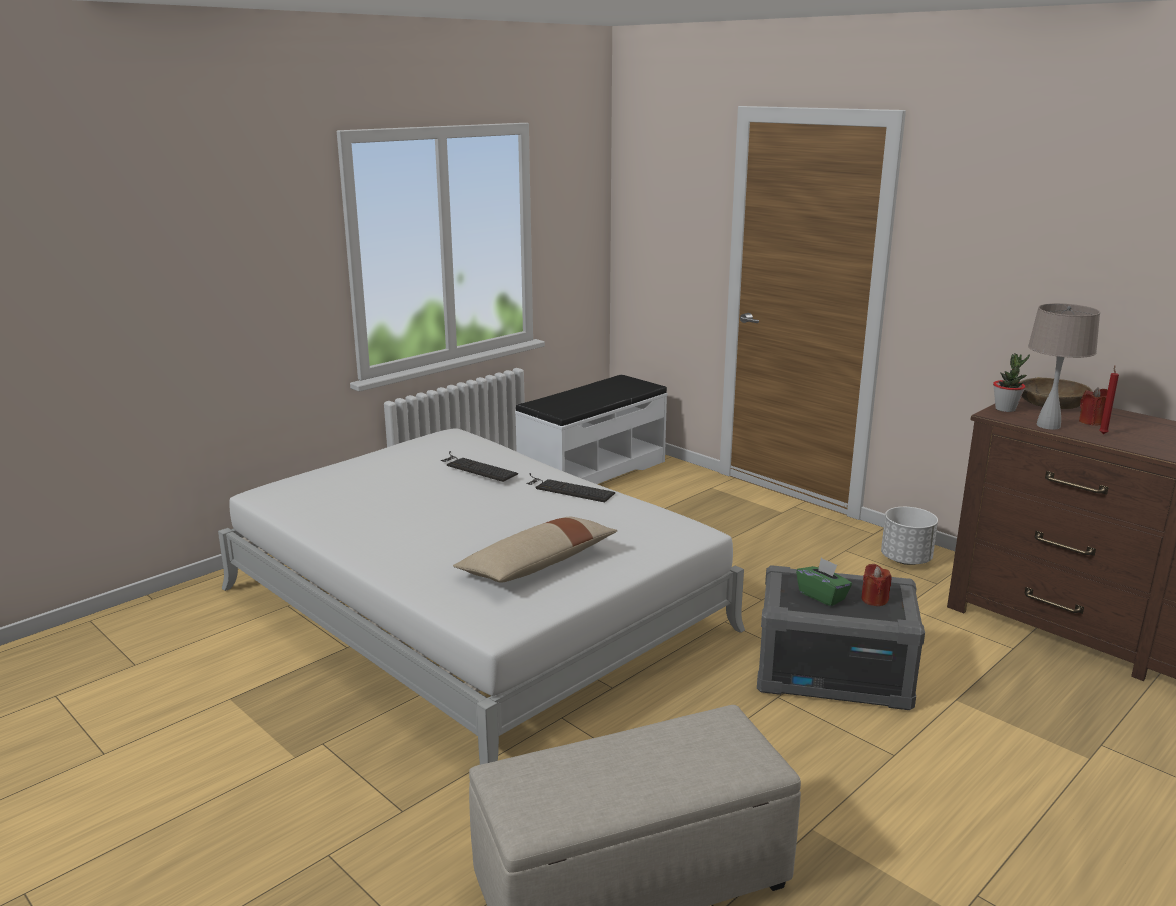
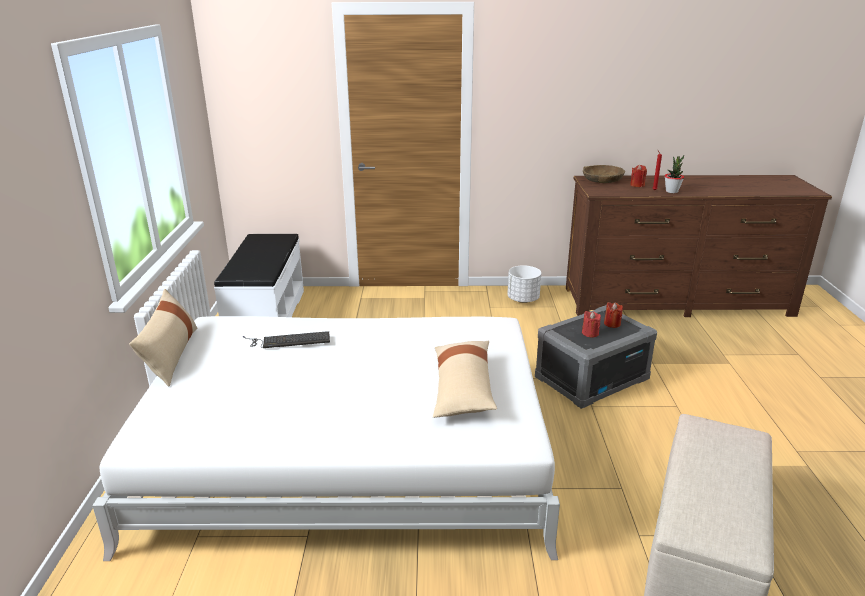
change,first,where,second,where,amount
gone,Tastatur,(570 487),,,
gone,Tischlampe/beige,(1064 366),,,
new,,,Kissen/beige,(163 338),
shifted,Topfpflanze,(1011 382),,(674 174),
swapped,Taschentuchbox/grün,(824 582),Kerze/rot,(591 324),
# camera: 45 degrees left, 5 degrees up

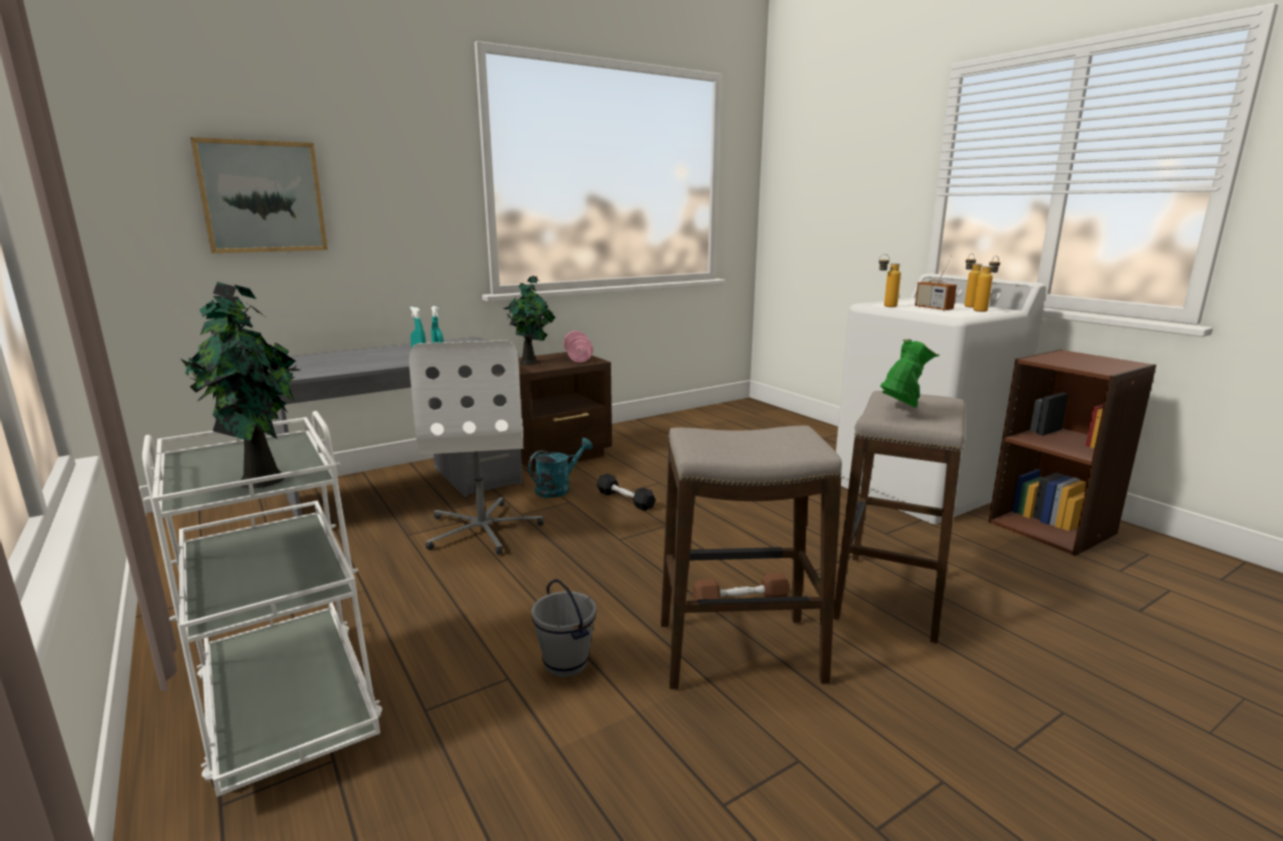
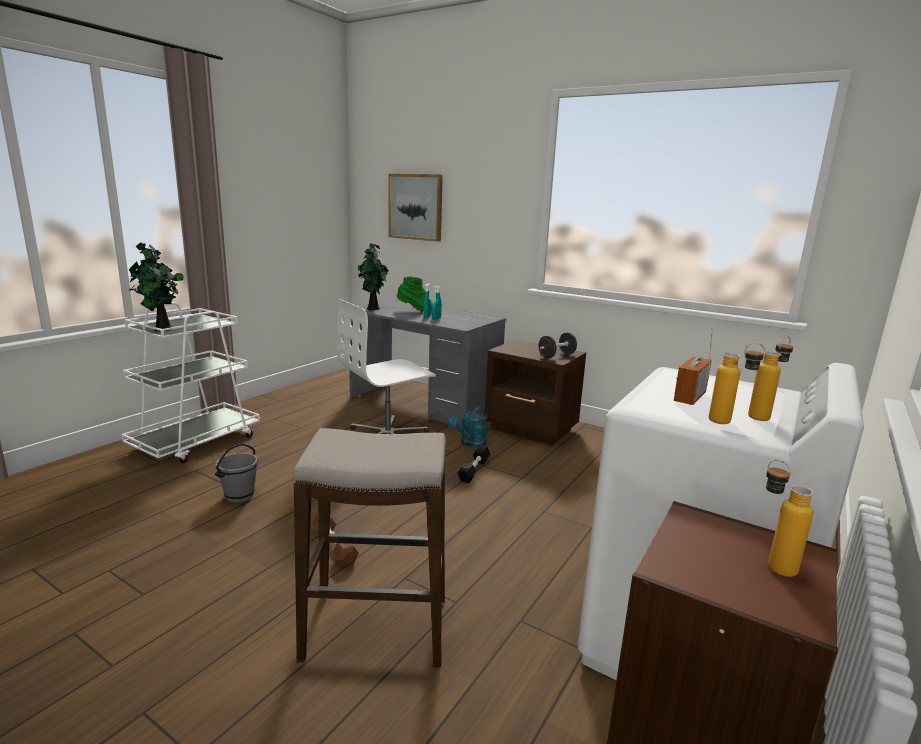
change,first,where,second,where,amount
gone,Hocker,(751 557),,,
shifted,Topfpflanze,(529 320),,(373 276),
shifted,Flasche,(890 280),,(790 518),
shifted,Stiefel/grün,(909 373),,(415 293),
repainted,Hantel/rosa,(578 347),Hantel/schwarz,(558 345),
rotated,Gießkanne/türkis,(560 468),,(467 425),105 degrees clockwise
# camera: 65 degrees right, 0 degrees up

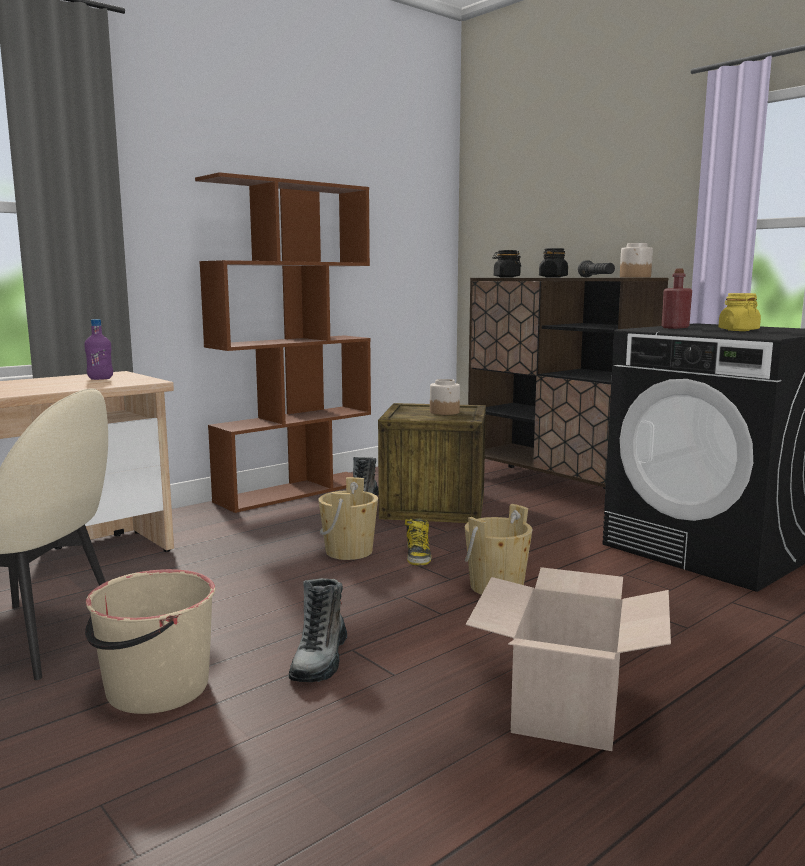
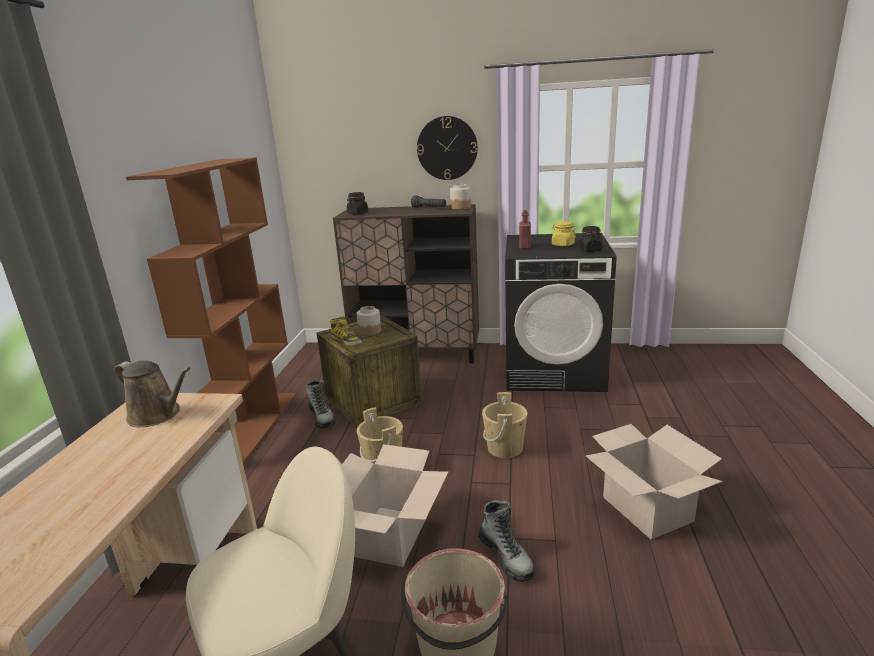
change,first,where,second,where,amount
new,,,Karton,(395 505),
new,,,Wanduhr,(447 148),
shifted,Stiefel,(418 542),,(346 331),
shifted,Vorratsglas/schwarz,(553 262),,(591 239),
swapped,Flasche/lila,(98 349),Gießkanne/braun,(152 394),
# camera: 40 degrees left, 10 degrees up

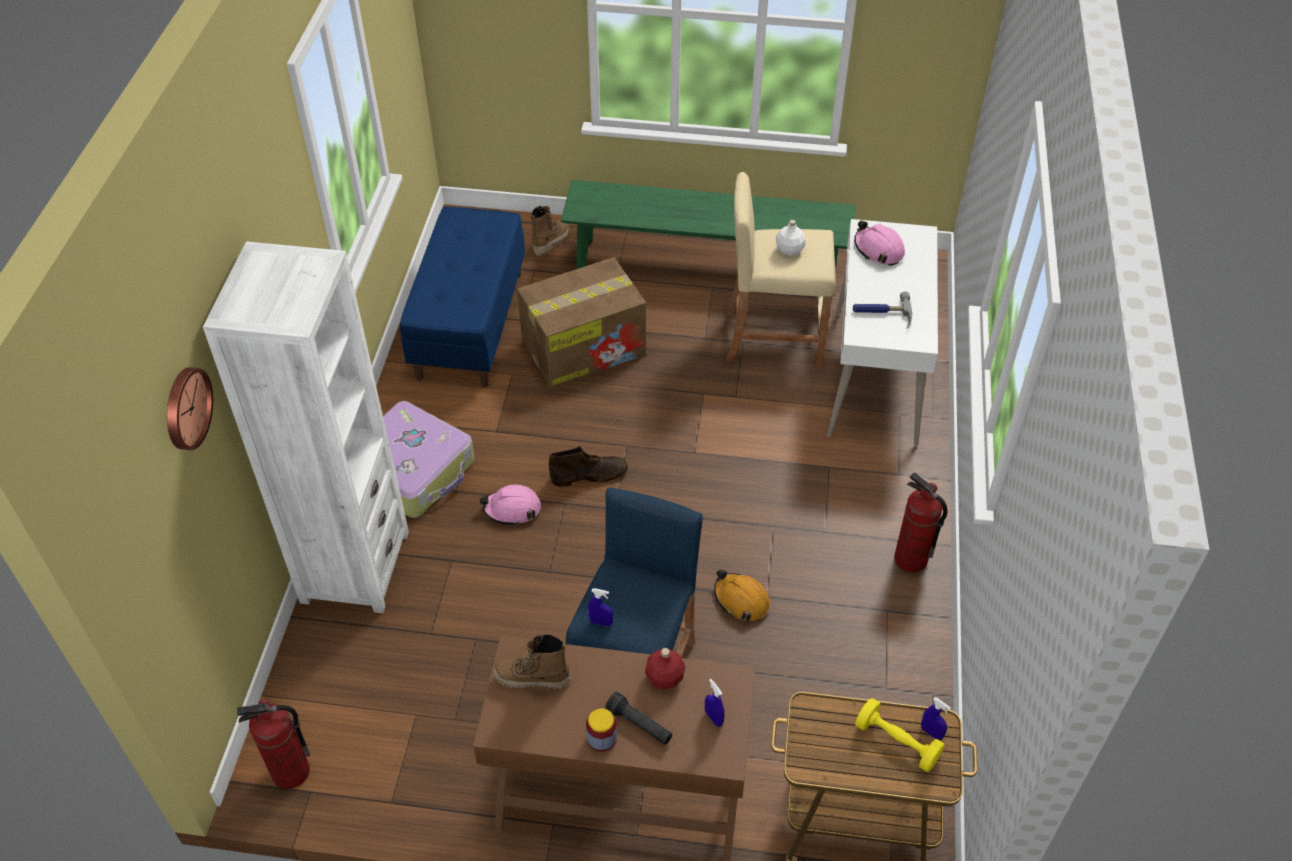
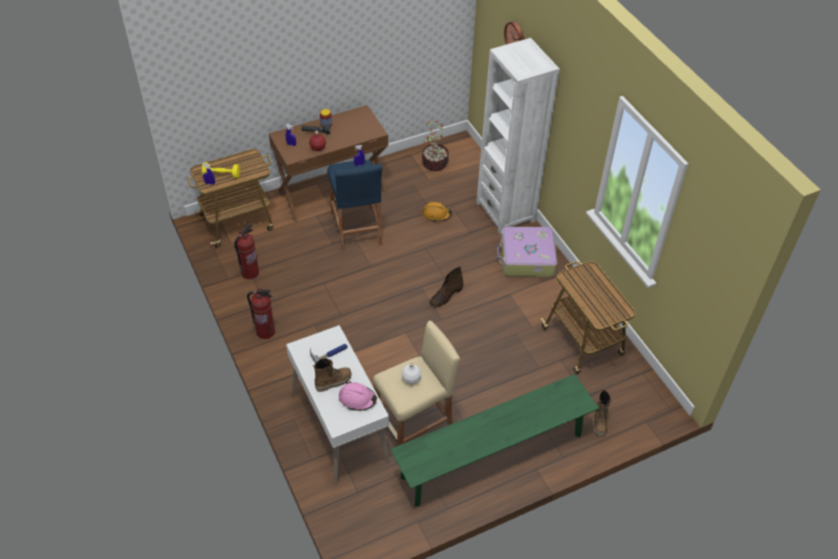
change,first,where,second,where,amount
gone,Schutzhelm/rosa,(510 505),,,
gone,Karton,(581 322),,,
new,,,Topfpflanze,(435 146),
shifted,Feuerlöscher,(273 744),,(246 251),
shifted,Stiefel,(532 661),,(332 375),
shifted,Schutzhelm/orange,(742 595),,(437 212),
swapped,Bank/blau,(462 297),Rollwagen,(588 317),
# camera: 145 degrees right, 0 degrees up

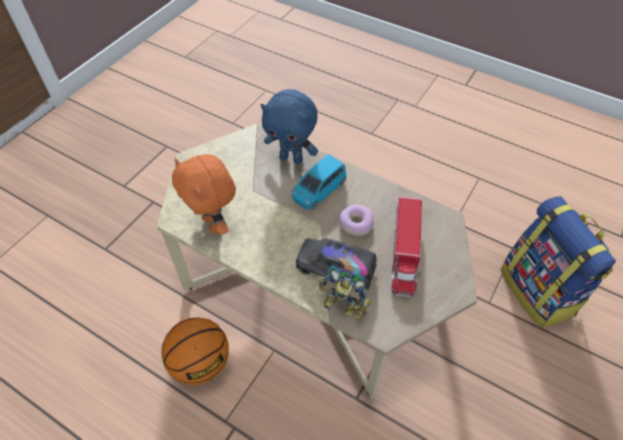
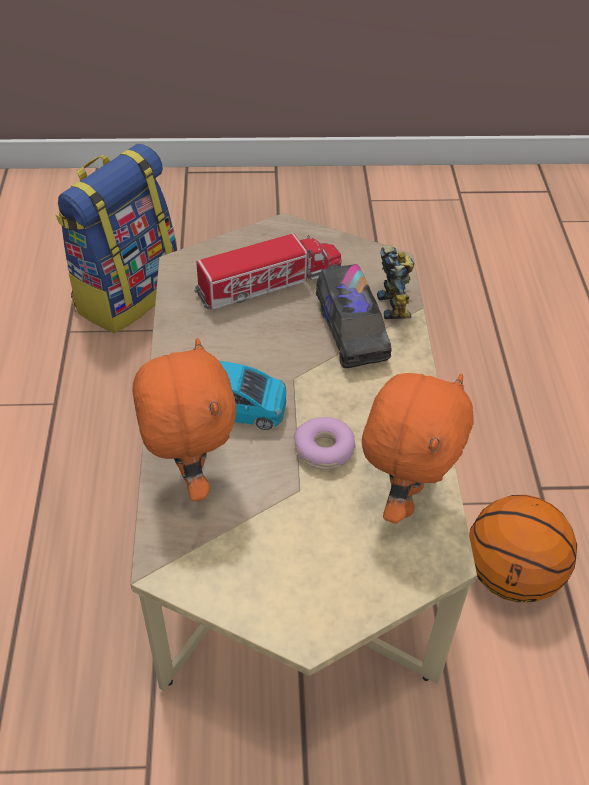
change,first,where,second,where,amount
shifted,Donut,(356 220),,(325 443),
repainted,Plüschtier/blau,(289 126),Plüschtier/orange,(184 419),
# camera: 125 degrees left, 5 degrees down

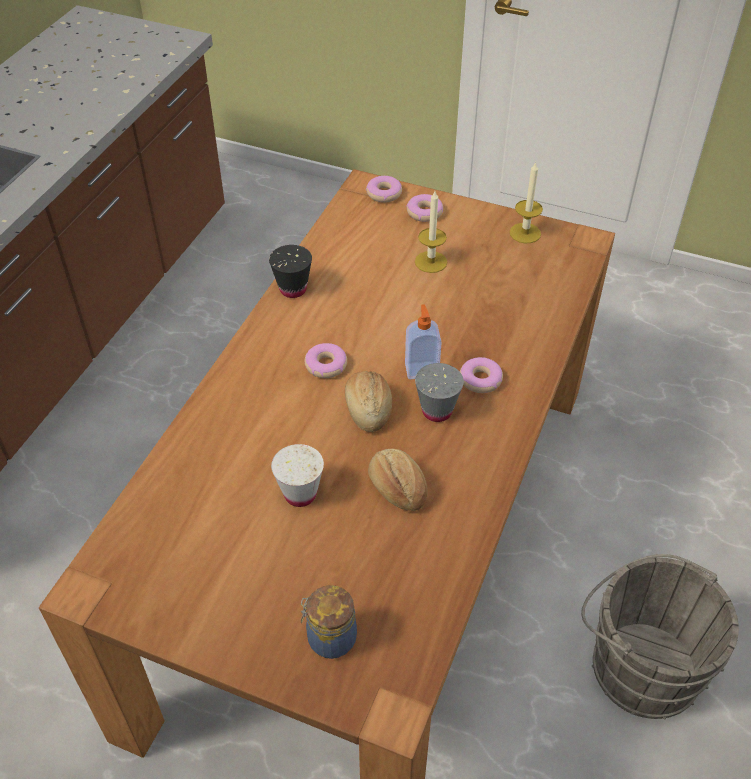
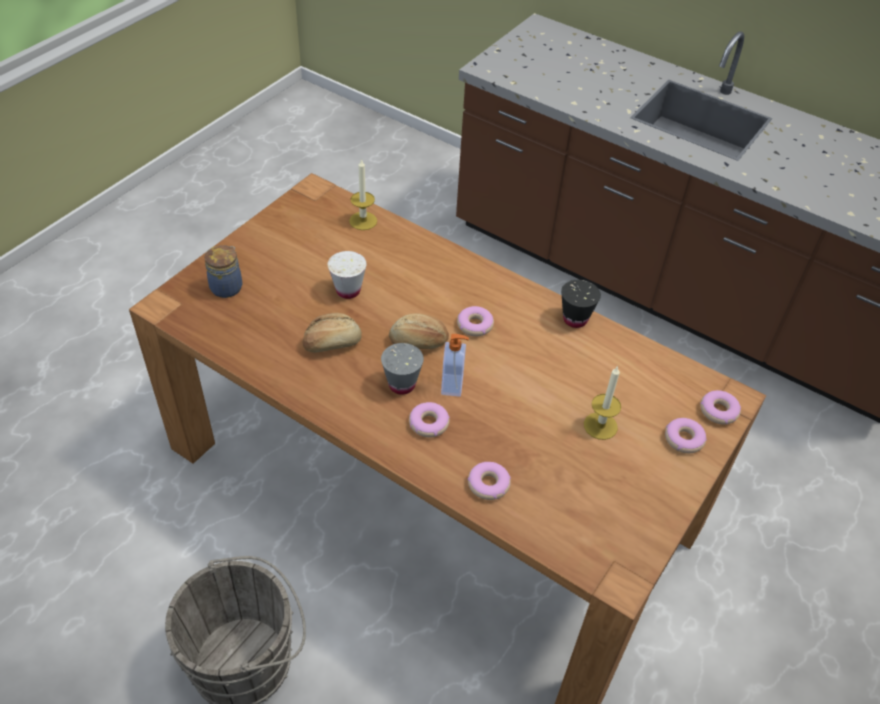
change,first,where,second,where,amount
new,,,Donut,(489 481),
shifted,Kerze,(526 202),,(363 194),
# camera: 100 degrees right, 0 degrees up

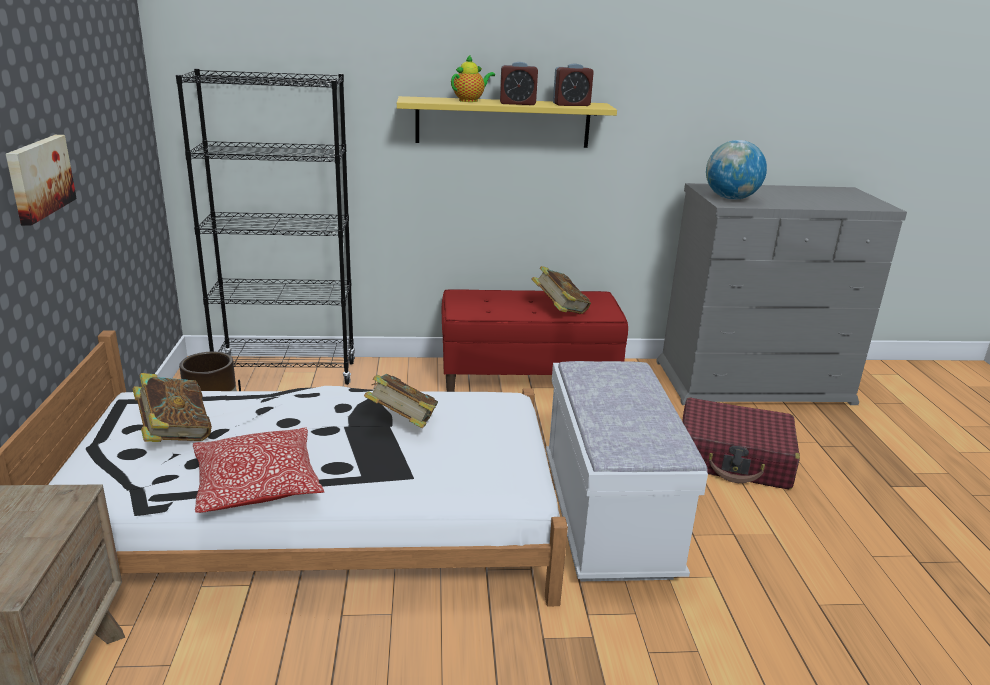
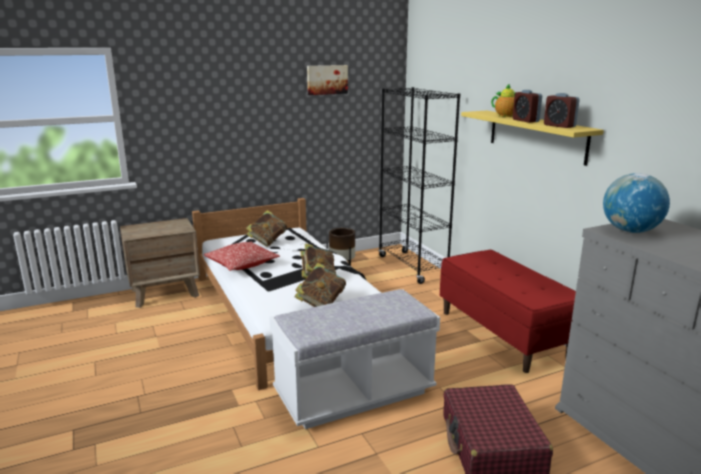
change,first,where,second,where,amount
shifted,Bild,(41 180),,(327 80),
shifted,Buch,(561 290),,(320 285),
# camera: 70 degrees right, 5 degrees down

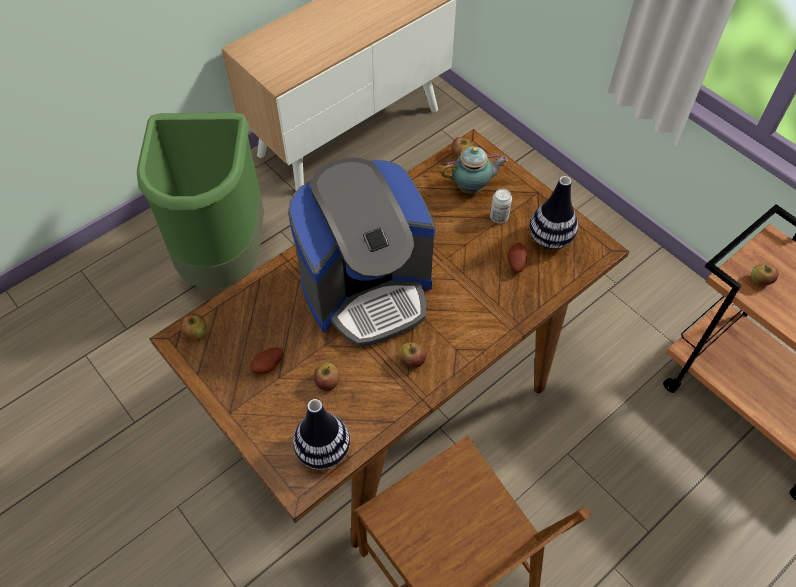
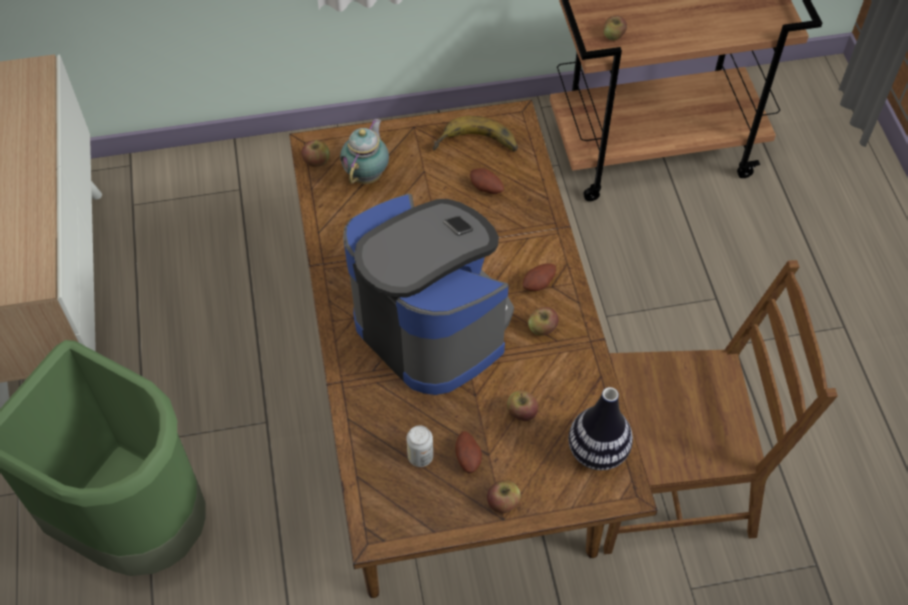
change,first,where,second,where,amount
new,,,Kartoffel,(539 277),
shifted,Apfel,(193 326),,(503 496),
shifted,Dose,(501 206),,(419 446),
swapped,Vase,(553 212),Banane,(475 134),
rotated,Kaffeemaschine,(362 252),,(428 294),45 degrees counterclockwise
# camera: 60 degrees left, 0 degrees up

